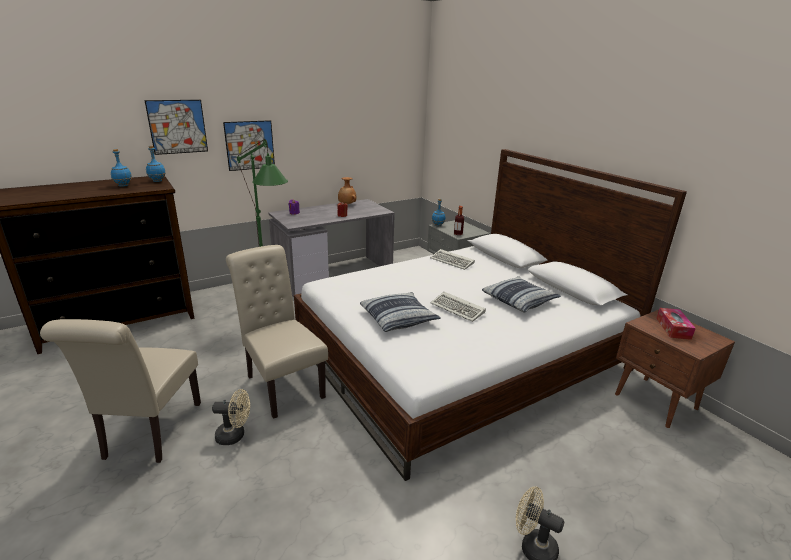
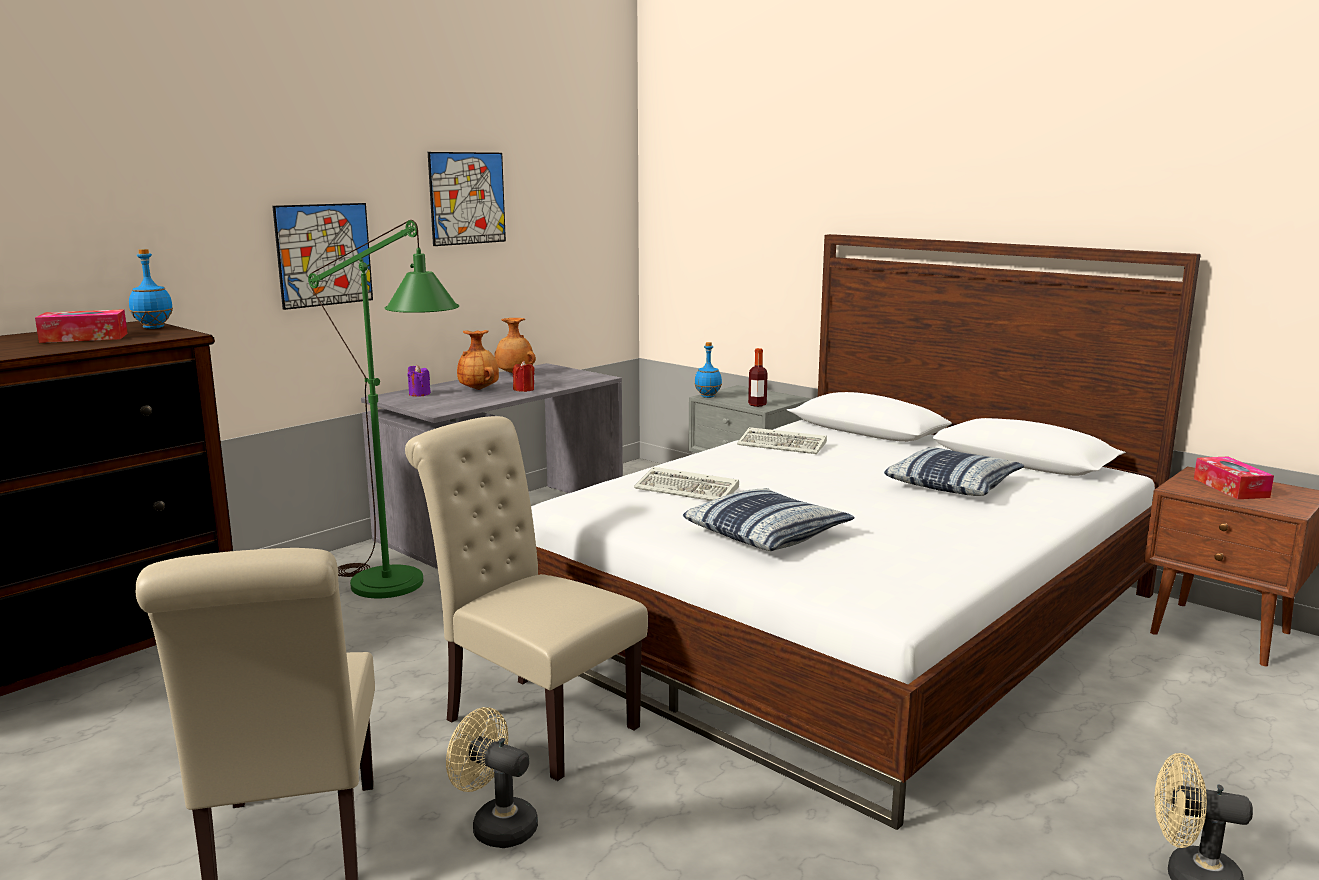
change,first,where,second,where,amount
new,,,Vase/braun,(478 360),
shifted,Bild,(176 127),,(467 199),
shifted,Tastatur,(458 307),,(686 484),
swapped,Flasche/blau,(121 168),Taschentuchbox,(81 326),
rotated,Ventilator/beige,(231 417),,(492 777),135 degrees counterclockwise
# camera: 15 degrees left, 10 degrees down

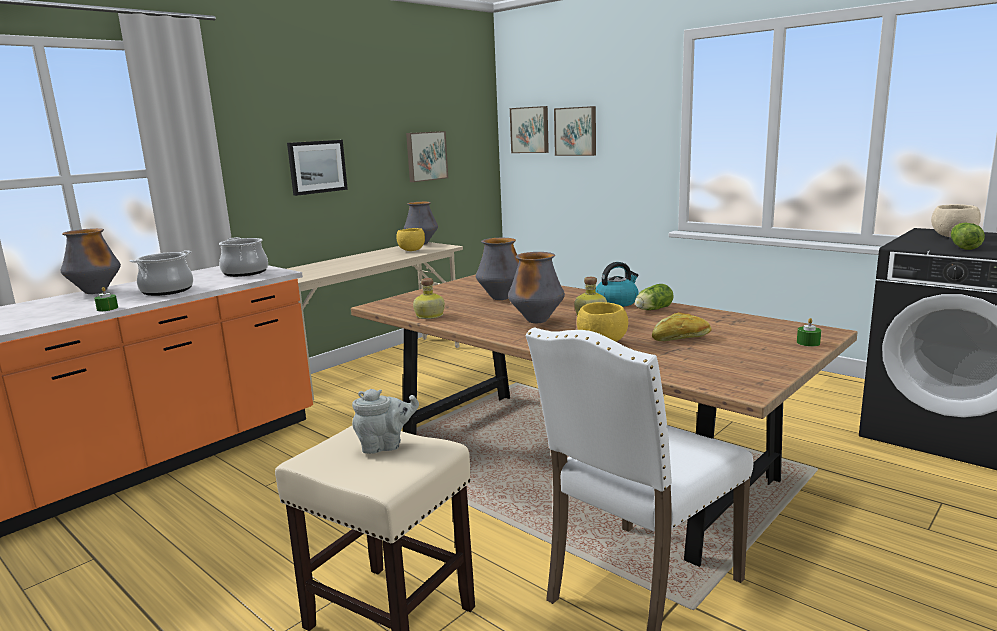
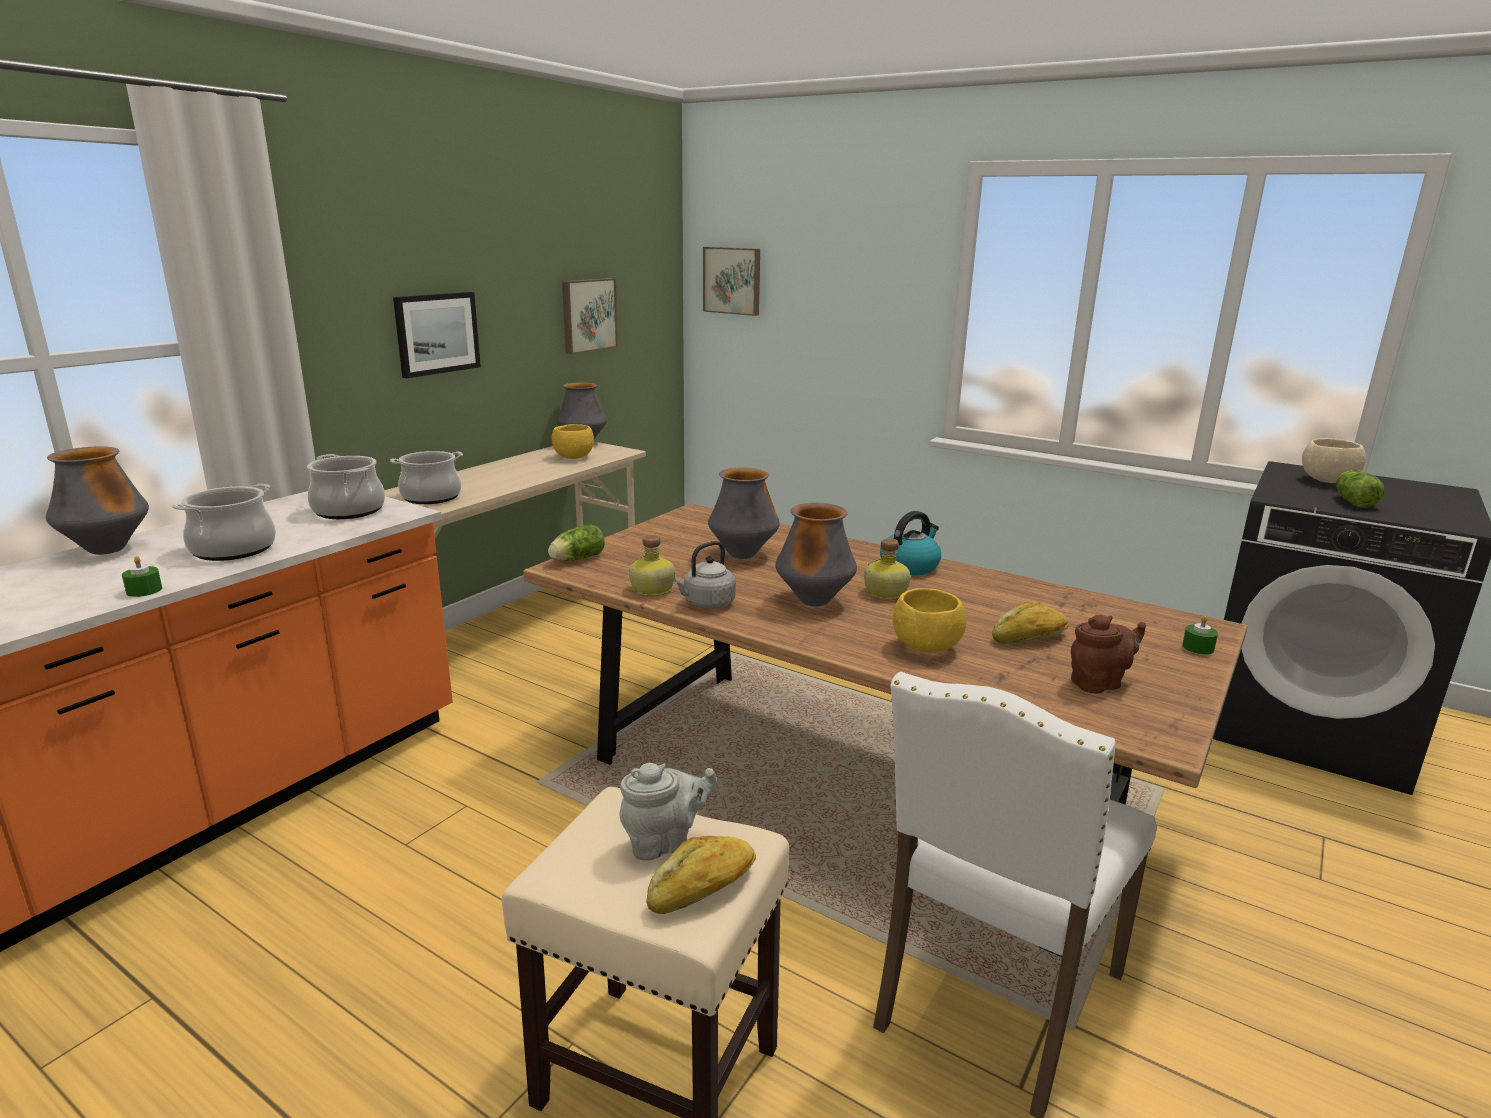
change,first,where,second,where,amount
gone,Bild,(575 131),,,
new,,,Kochtopf,(426 477),
new,,,Brot,(701 875),
new,,,Wasserkessel/grau,(704 575),
new,,,Teekanne/braun,(1108 654),
shifted,Salatkopf,(654 297),,(576 542),
# camera: 10 degrees left, 5 degrees up

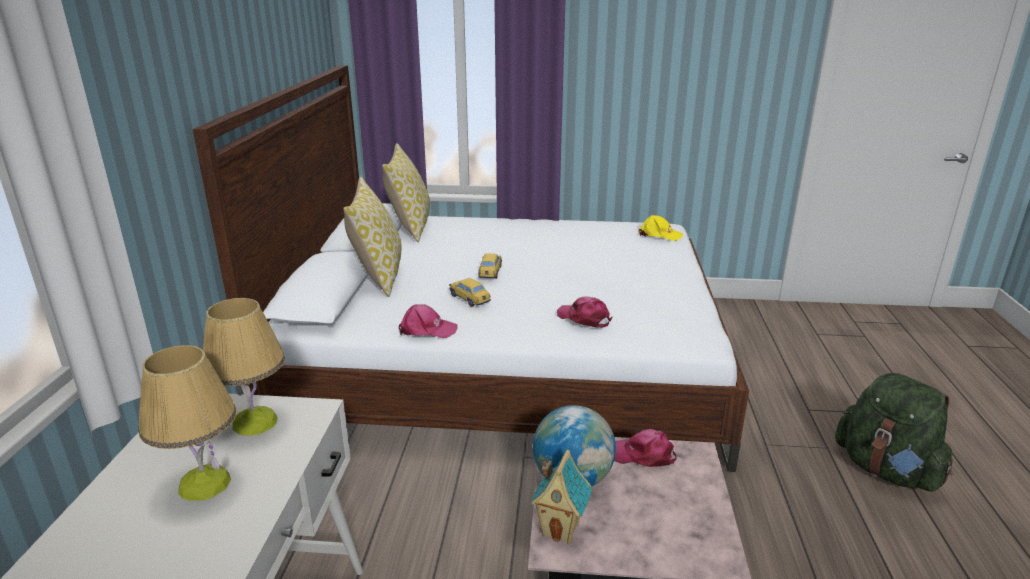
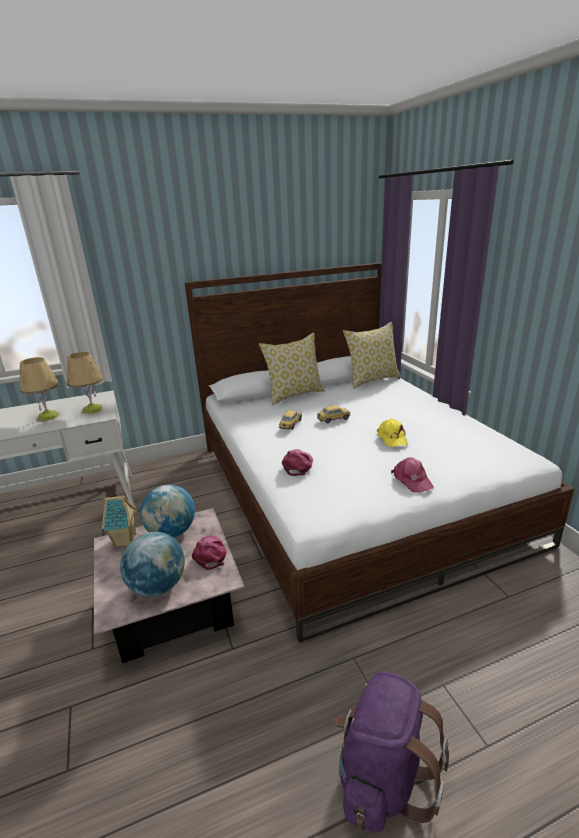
change,first,where,second,where,amount
new,,,Globus,(152 564),
shifted,Kappe/rosa,(428 321),,(412 475),
shifted,Kappe/gelb,(660 228),,(392 433),
repainted,Rucksack/grün,(894 432),Rucksack/lila,(392 752),
# camera: 65 degrees right, 0 degrees up

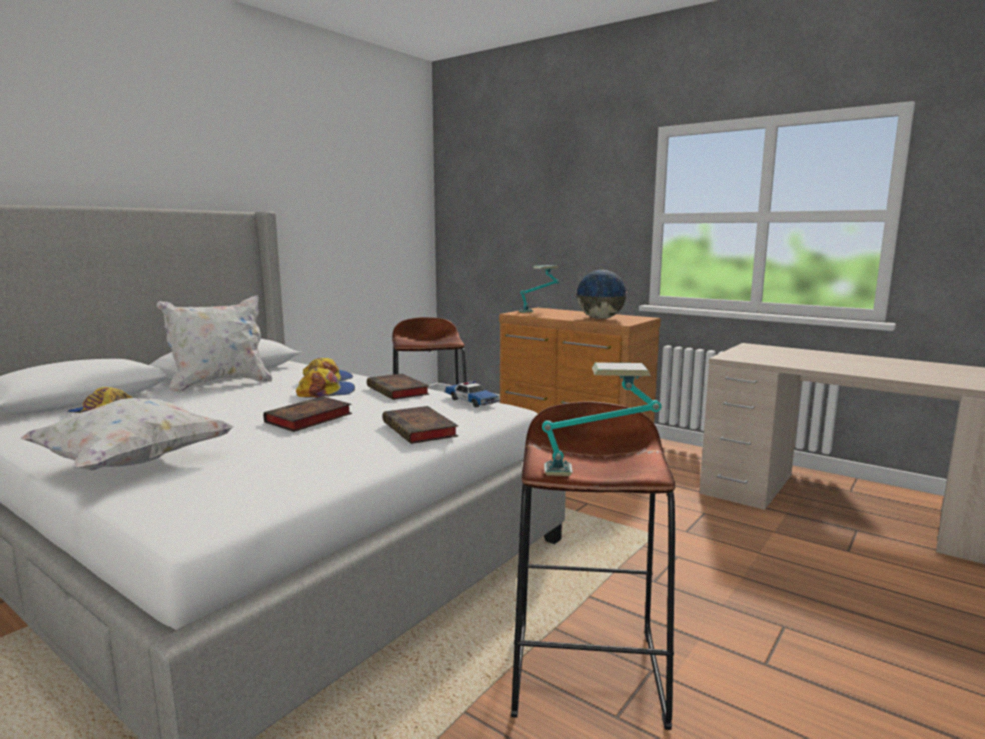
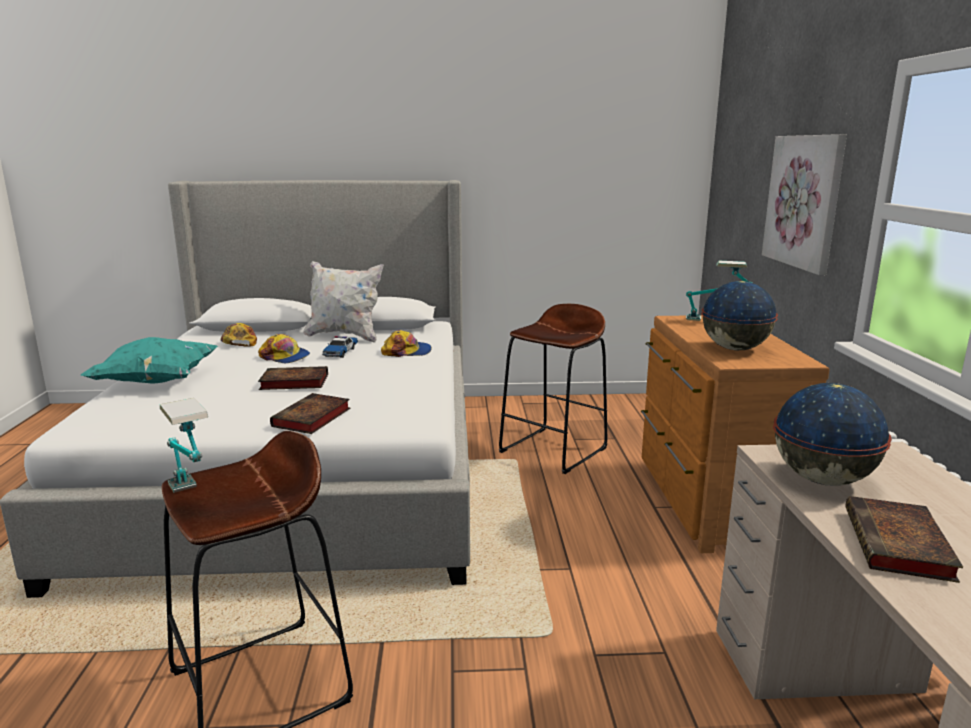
change,first,where,second,where,amount
new,,,Bild,(804 204),
new,,,Globus,(832 434),
shifted,Kappe,(325 383),,(284 348),
shifted,Buch,(398 386),,(904 539),
shifted,Spielzeugauto,(472 394),,(340 347),
repainted,Kissen/weiß,(127 434),Kissen/türkis,(149 360),
# camera: 50 degrees right, 5 degrees up

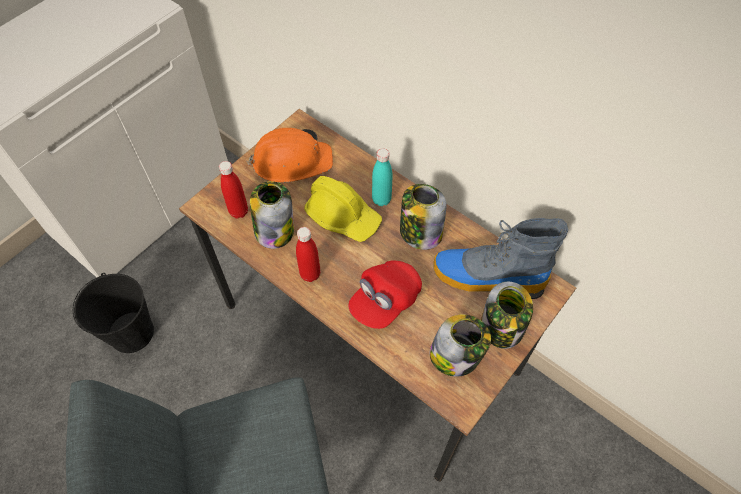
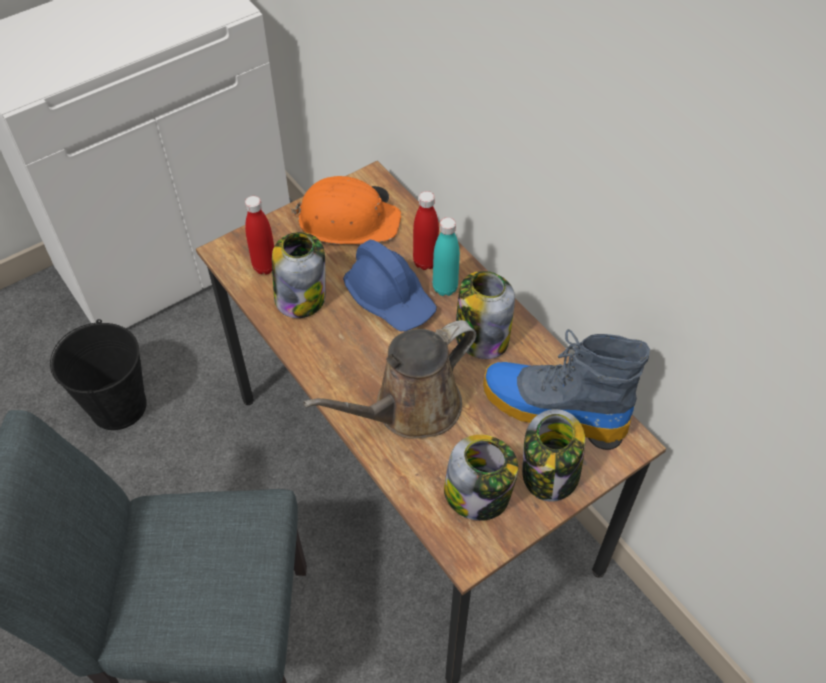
change,first,where,second,where,amount
shifted,Flasche/rot,(308 254),,(426 230),
swapped,Kappe/rot,(385 294),Gießkanne/braun,(390 379),
repainted,Schutzhelm/gelb,(343 209),Schutzhelm/blau,(390 285),
# camera: 15 degrees right, 5 degrees down

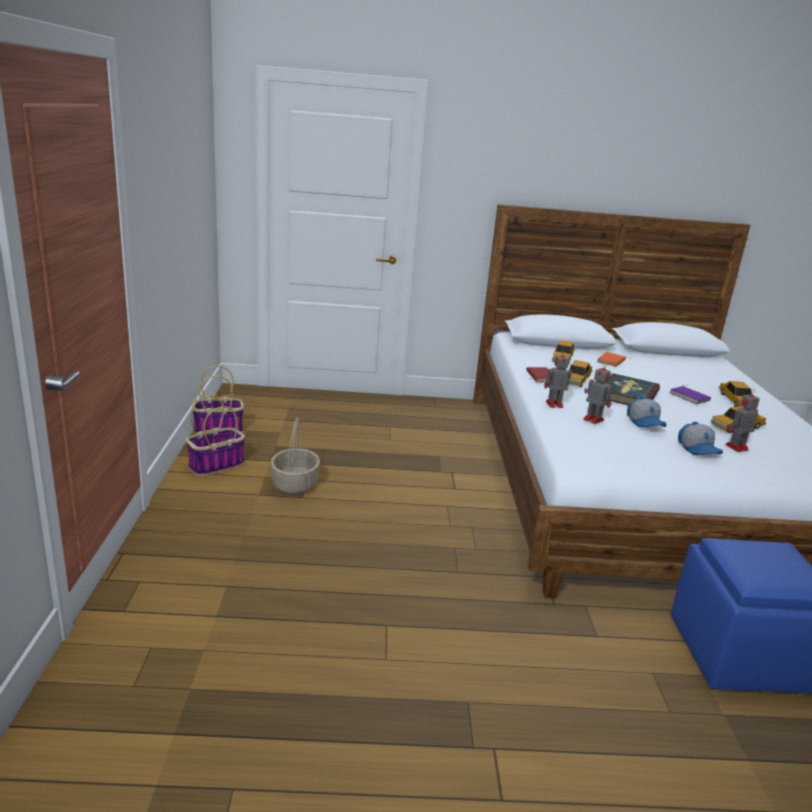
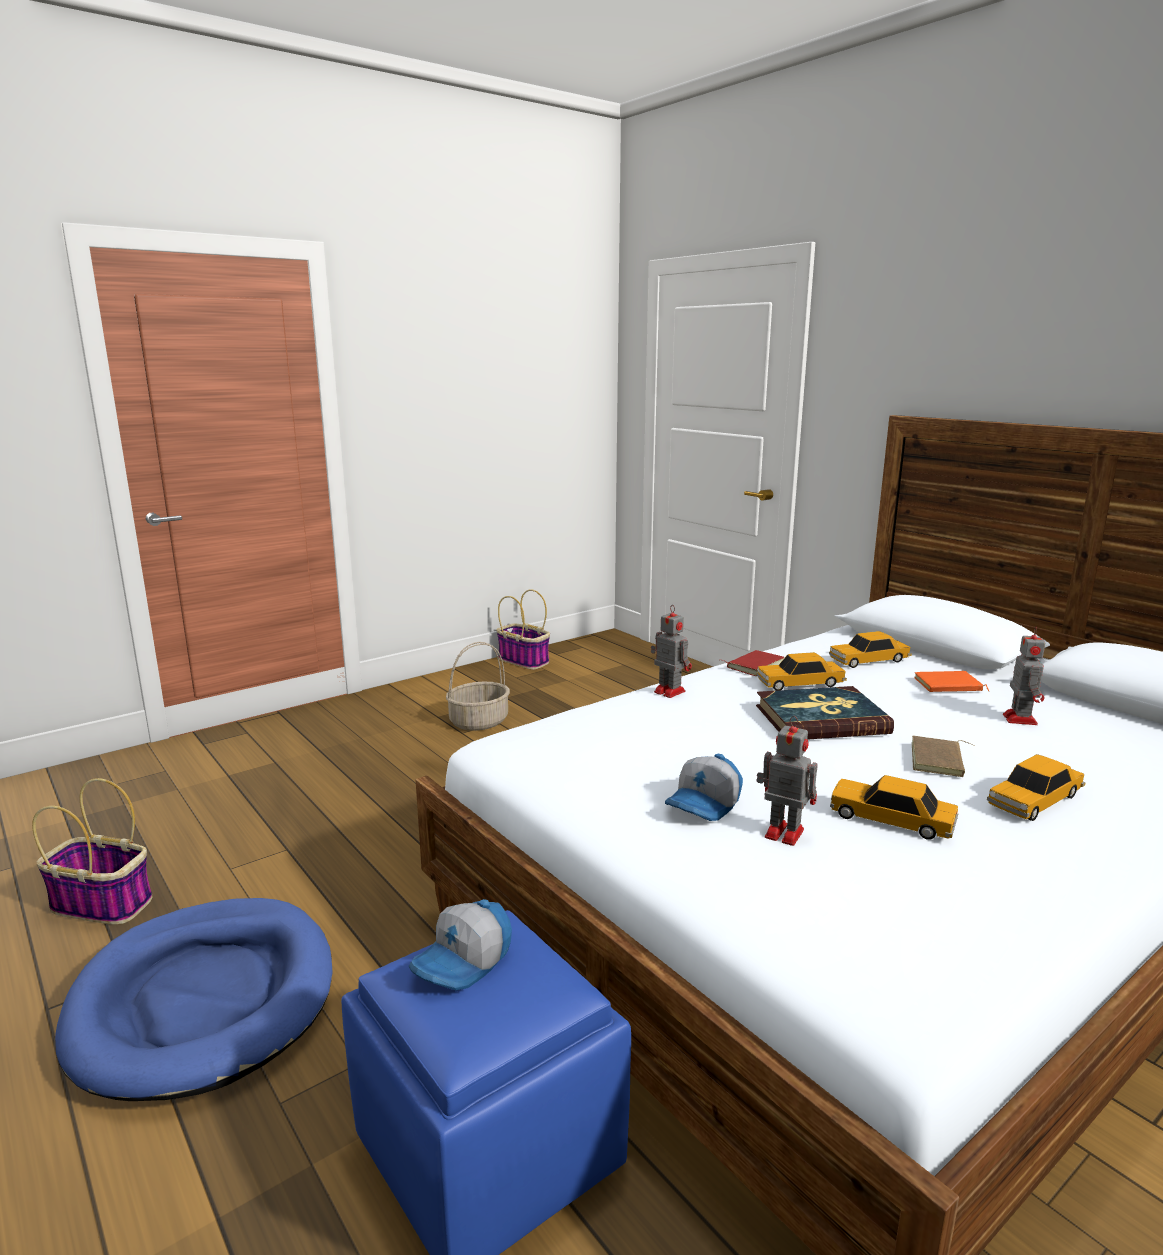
change,first,where,second,where,amount
new,,,Hundebett/blau,(194 999),
shifted,Korb,(215 435),,(92 851),
shifted,Spielzeugroboter,(597 393),,(1024 676),
shifted,Kappe,(647 412),,(460 944),
repainted,Buch/lila,(690 394),Buch/braun,(943 756),
# camera: 55 degrees right, 5 degrees down

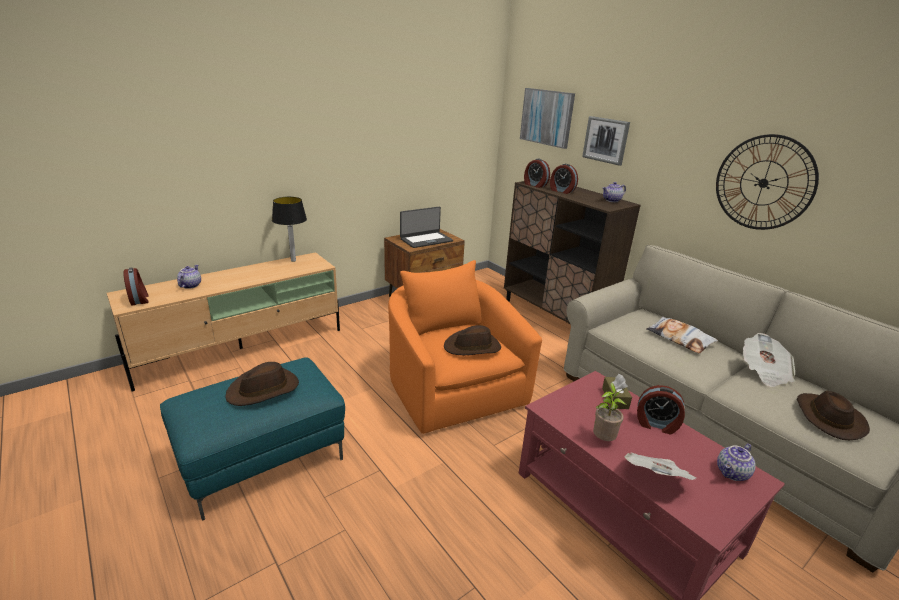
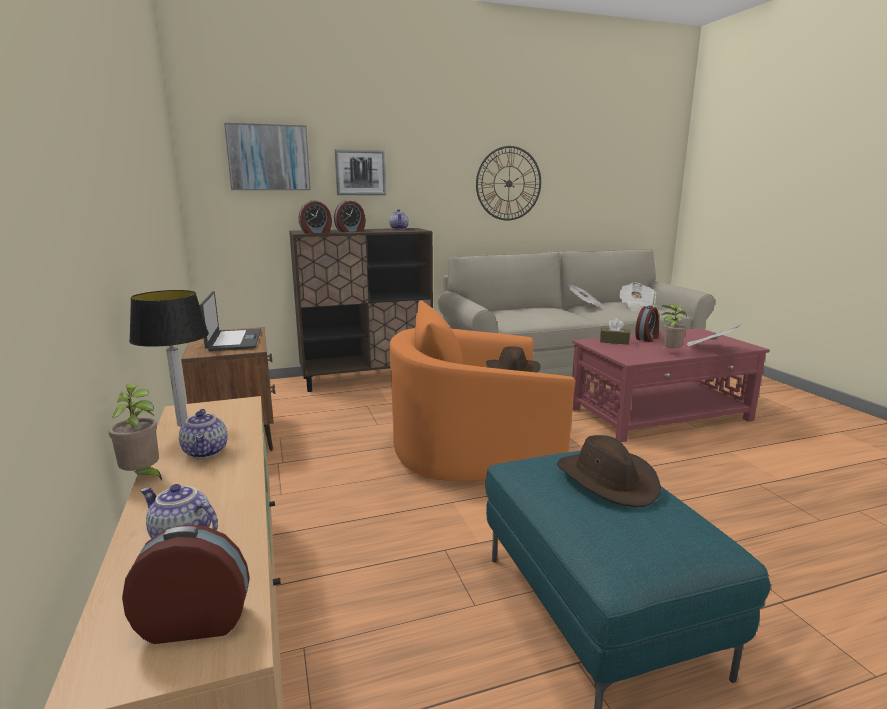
change,first,where,second,where,amount
gone,Kissen,(682 335),,,
new,,,Topfpflanze,(135 433),
shifted,Teekanne,(736 462),,(203 434),
swapped,Hut/braun,(833 415),Zeitung,(637 296),
# camera: 70 degrees left, 10 degrees down

